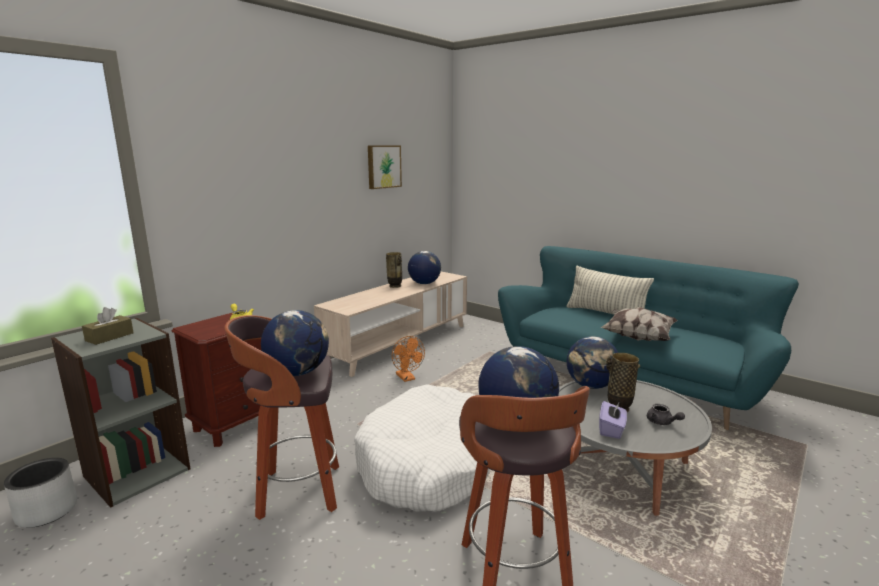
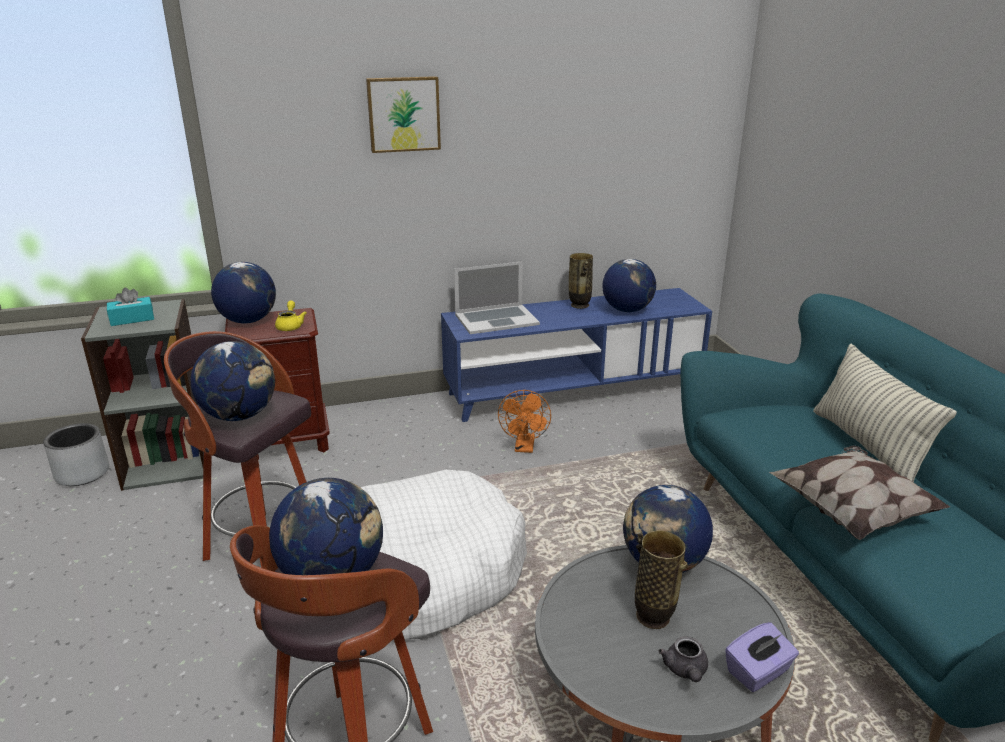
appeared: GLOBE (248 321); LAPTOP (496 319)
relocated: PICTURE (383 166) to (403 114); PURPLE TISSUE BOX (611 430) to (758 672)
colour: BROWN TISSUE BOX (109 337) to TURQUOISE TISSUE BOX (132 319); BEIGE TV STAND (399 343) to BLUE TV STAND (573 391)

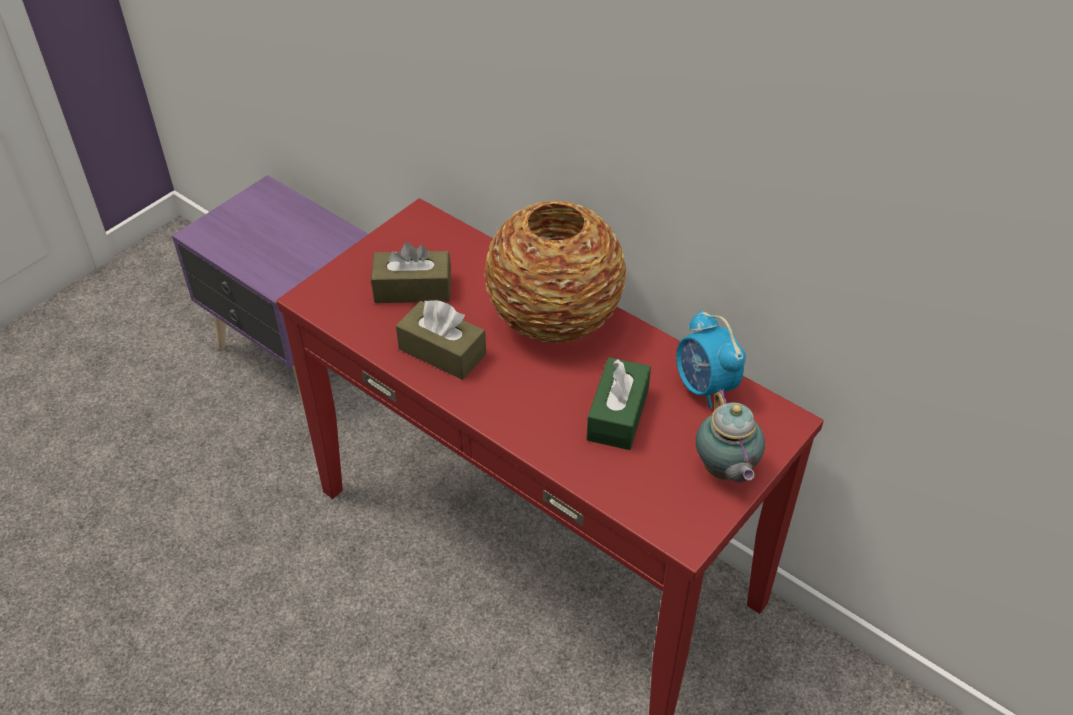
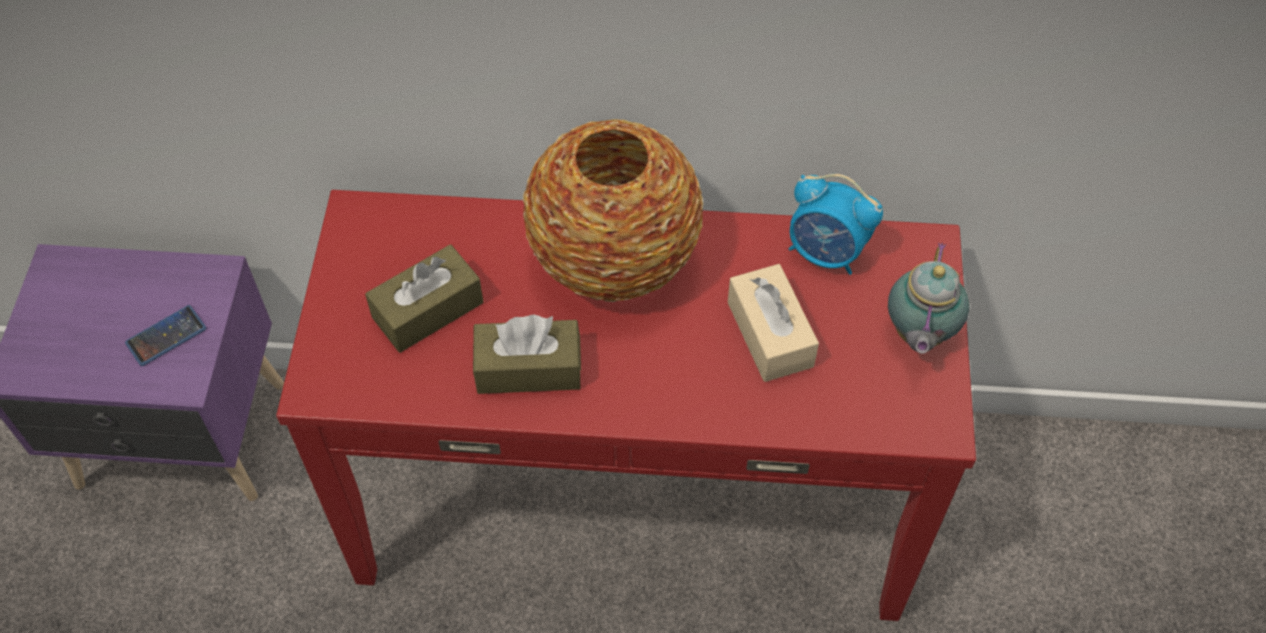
appeared: PHONE (166 336)
colour: GREEN TISSUE BOX (618 414) to BEIGE TISSUE BOX (770 334)
spun: TEAPOT (725 471) = (918 335) 60 degrees clockwise

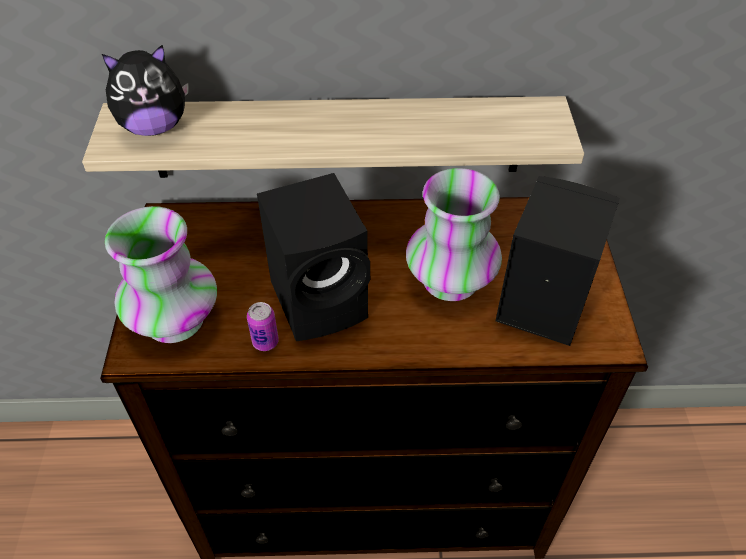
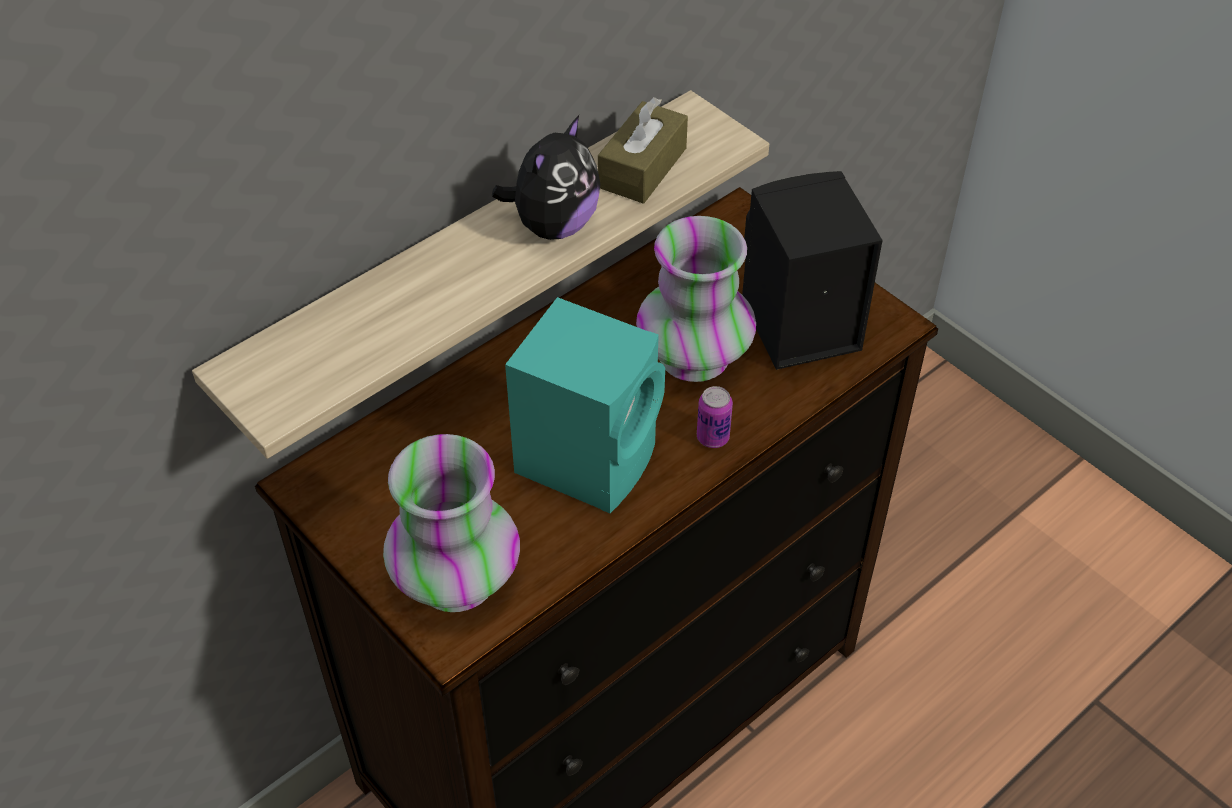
appeared: BROWN TISSUE BOX (642 168)
relocated: PLUSH TOY (154 127) to (553 225); CAN (265 342) to (712 437)
colour: BLACK SPEAKER (322 300) to TURQUOISE SPEAKER (589 456)

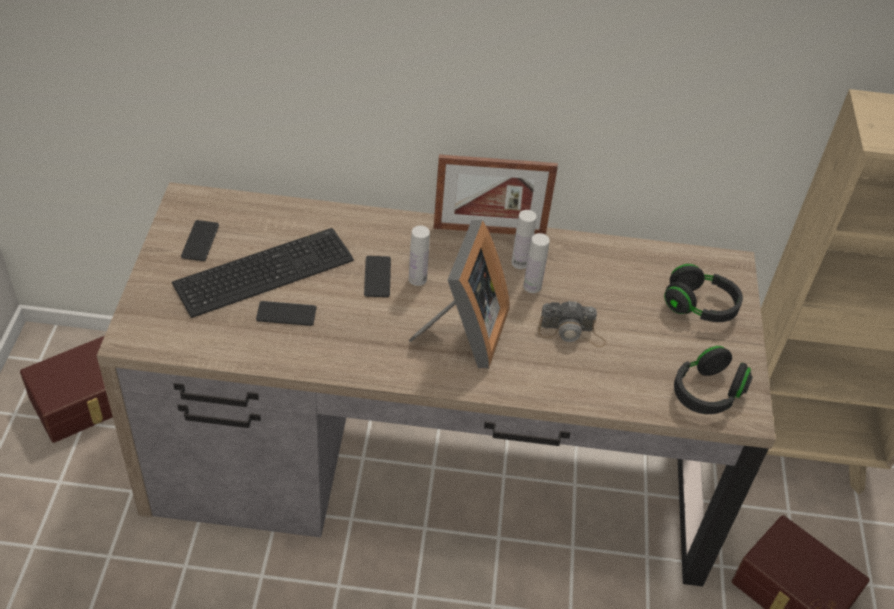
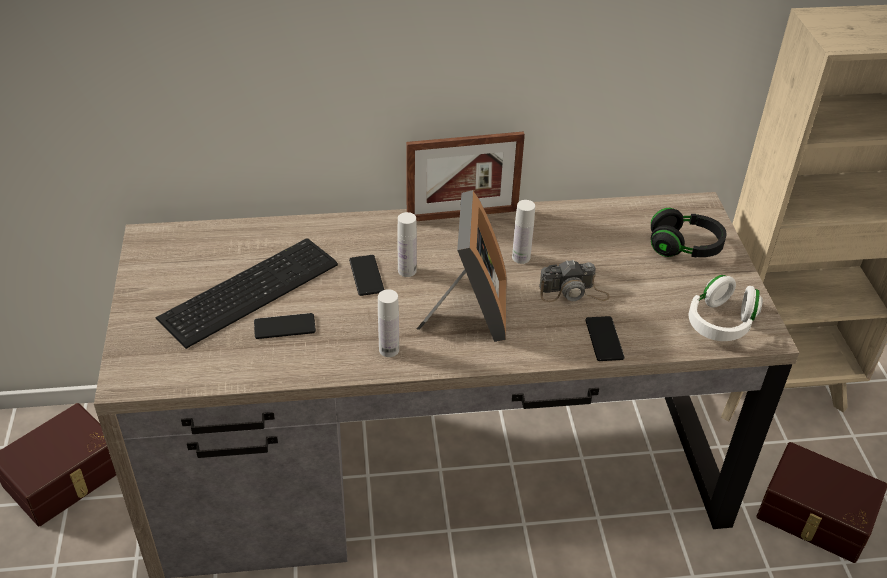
relocated: PHONE (200 241) to (604 339); WHITE BOTTLE (520 263) to (389 350)
colour: BLACK HEADPHONES (707 393) to WHITE HEADPHONES (720 323)

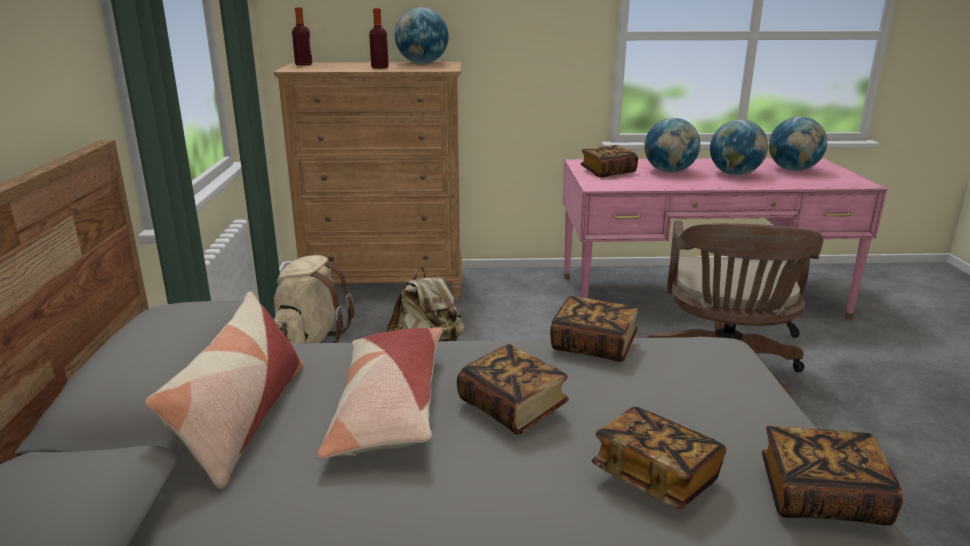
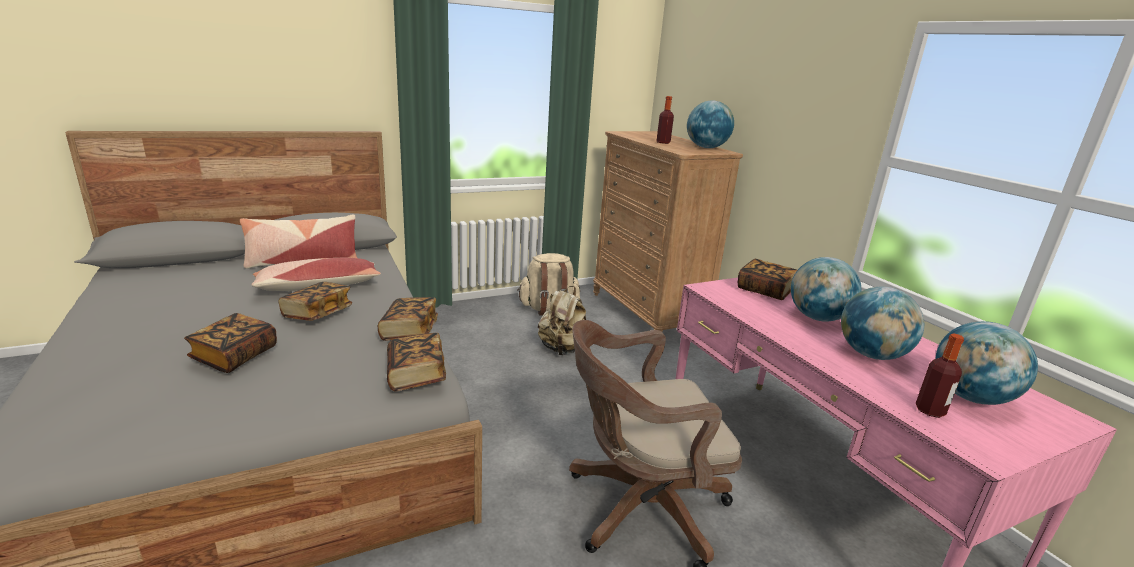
relocated: BOTTLE (303 64) to (930 411); BOOK (821 497) to (416 375)

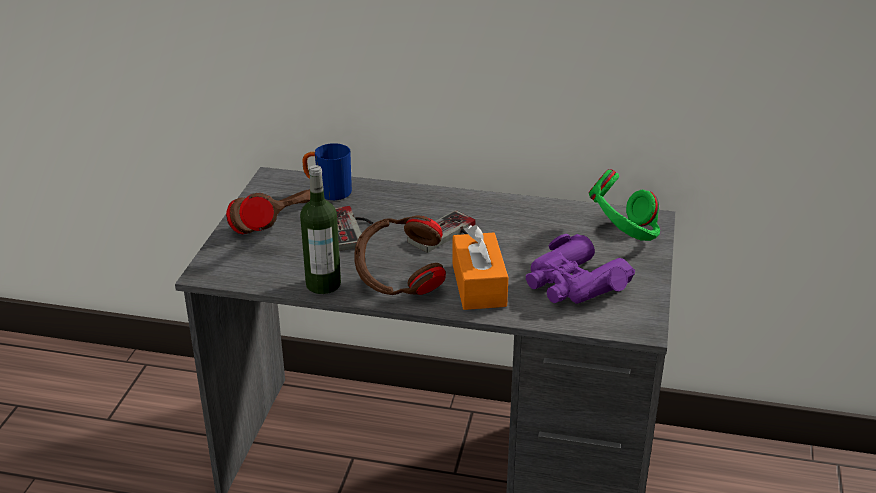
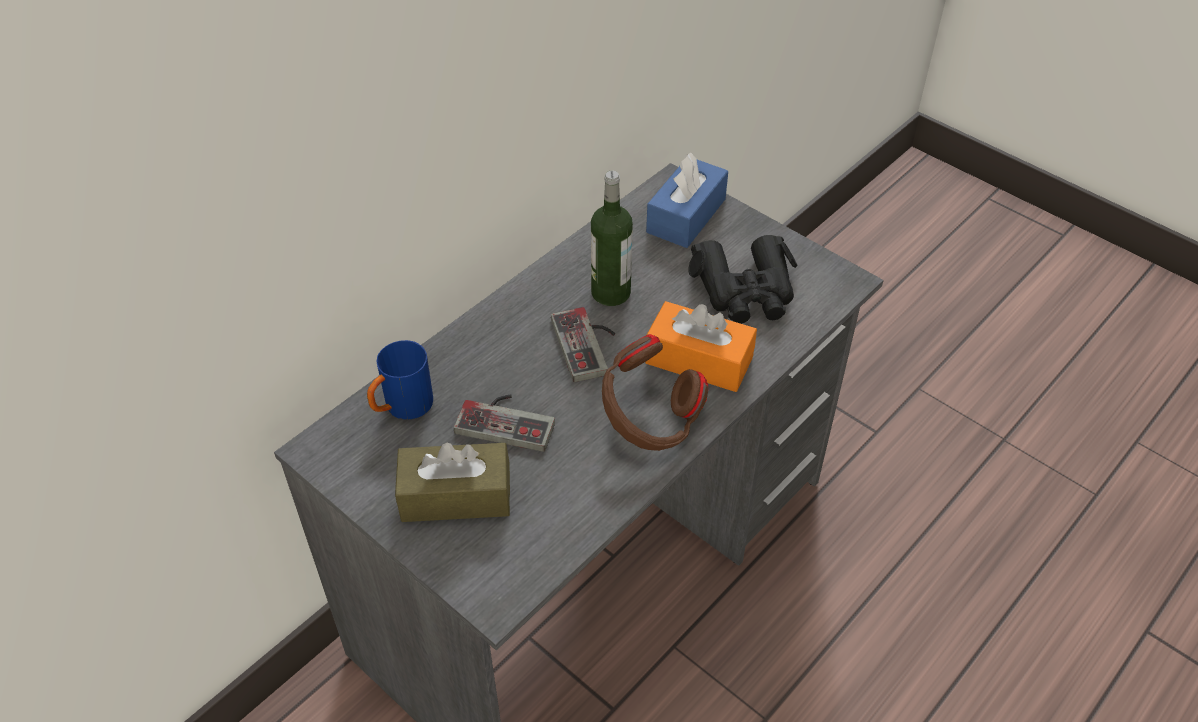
relocated: BOTTLE (323 284) to (610 292)
exchanged: BROWN HEADPHONES (275 232) to BROWN TISSUE BOX (456 496); GREEN HEADPHONES (623 235) to BLUE TISSUE BOX (686 216)
colour: PURPLE BINOCULARS (573 284) to BLACK BINOCULARS (745 291)

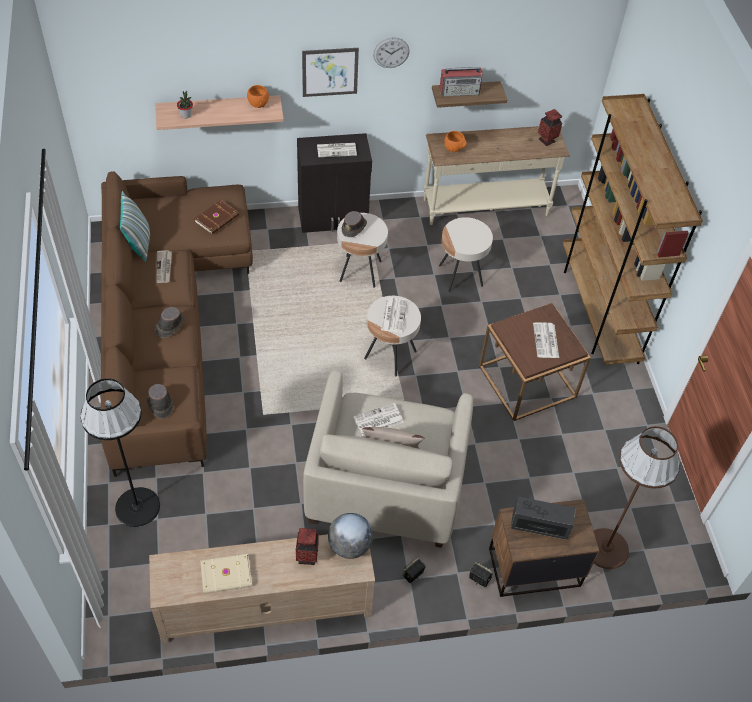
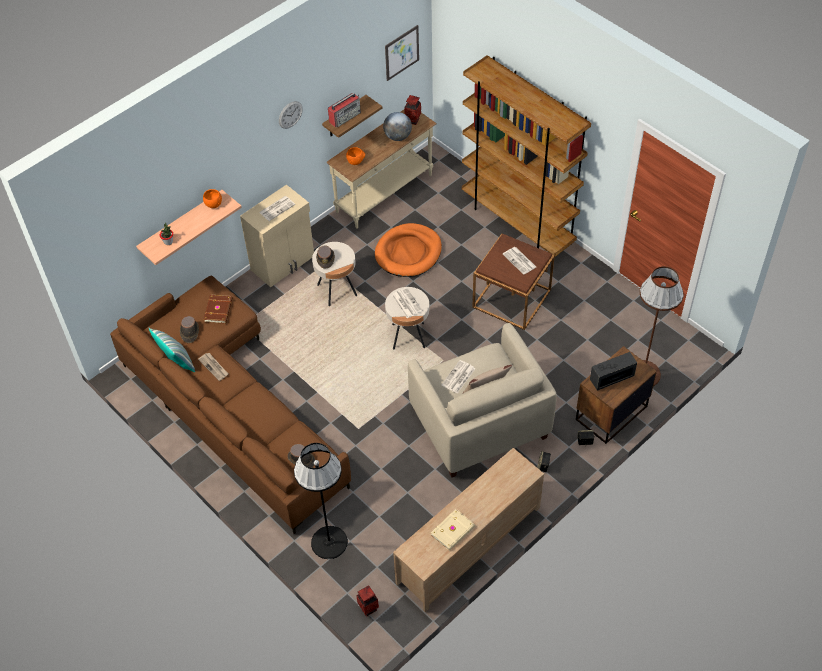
relocated: BROWN HAT (170 326) to (189 332); VASE (307 557) to (368 608); PICTURE (330 72) to (402 52); GLOBE (349 545) to (397 137)
exchanged: BEIGE SIDE TABLE (460 275) to ORANGE DOG BED (408 252)
colour: BLACK CABINET (333 218) to BEIGE CABINET (283 263)

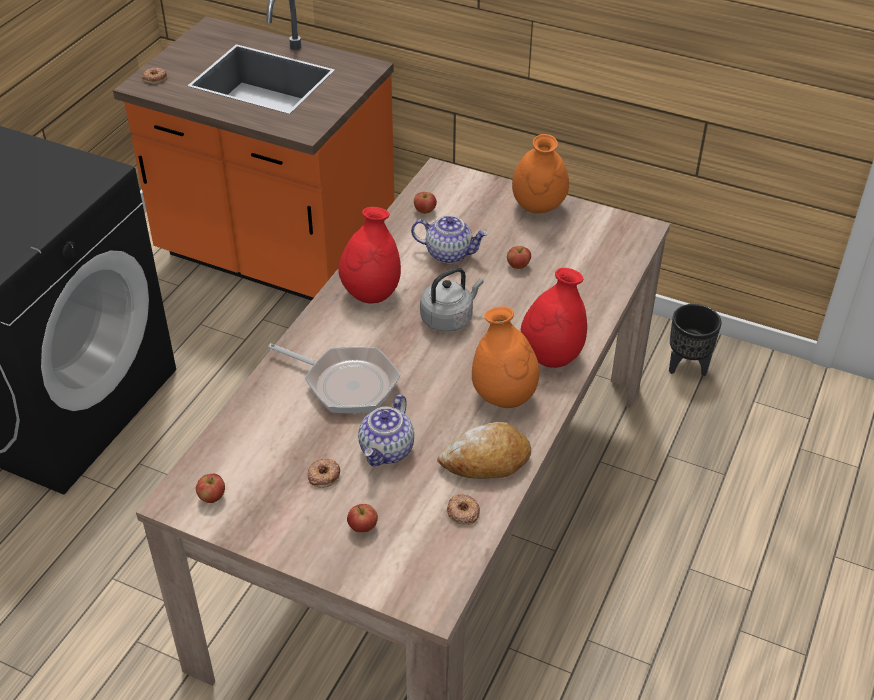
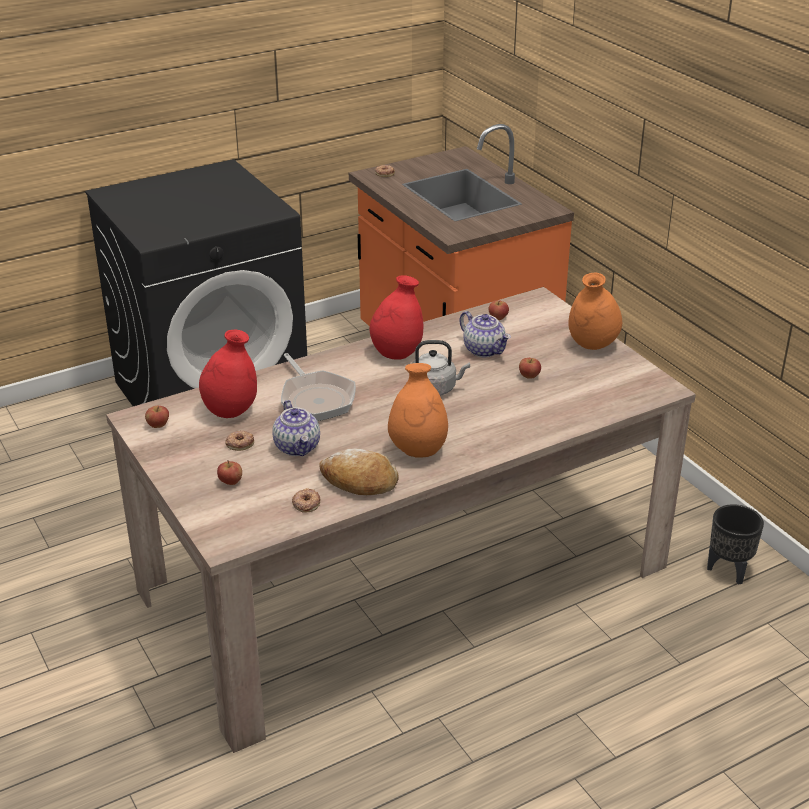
relocated: RED VASE (551 356) to (230 411)
spun: TEAPOT (387 450) = (298 447) 75 degrees counterclockwise

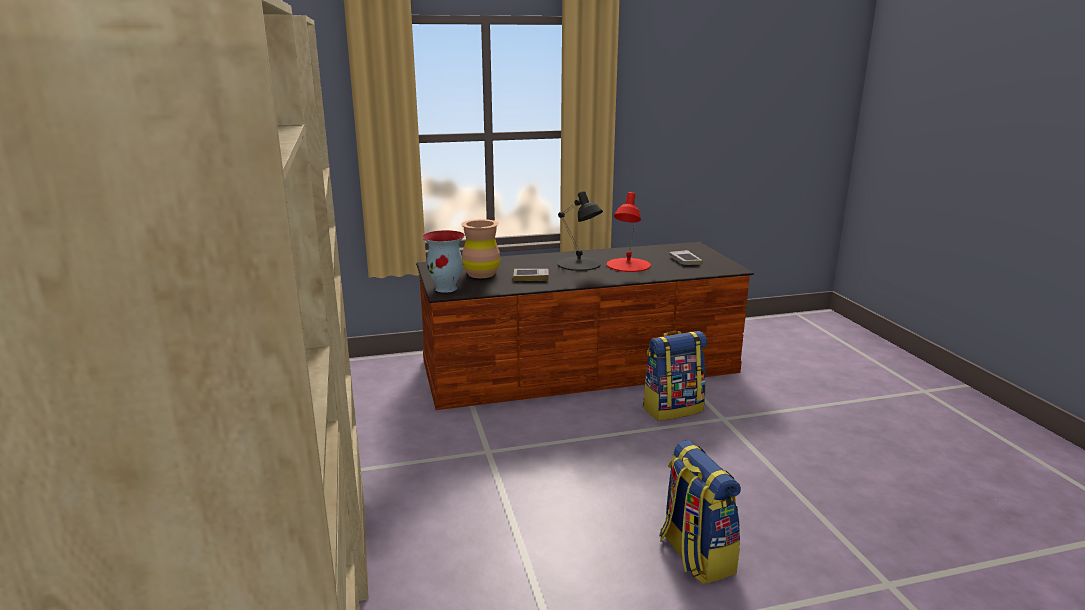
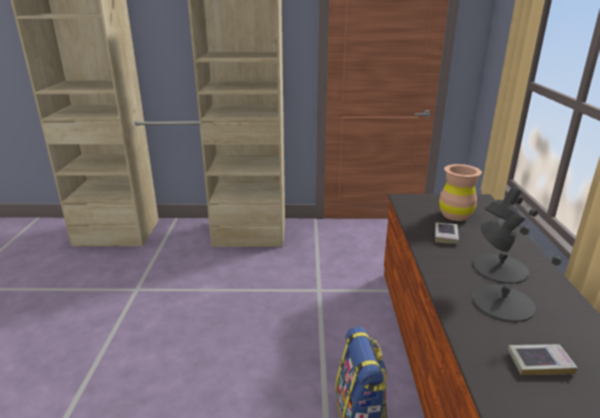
missing: VASE (446 288); BACKPACK (695 555)
colour: RED TABLE LAMP (627 265) to BLACK TABLE LAMP (502 302)

